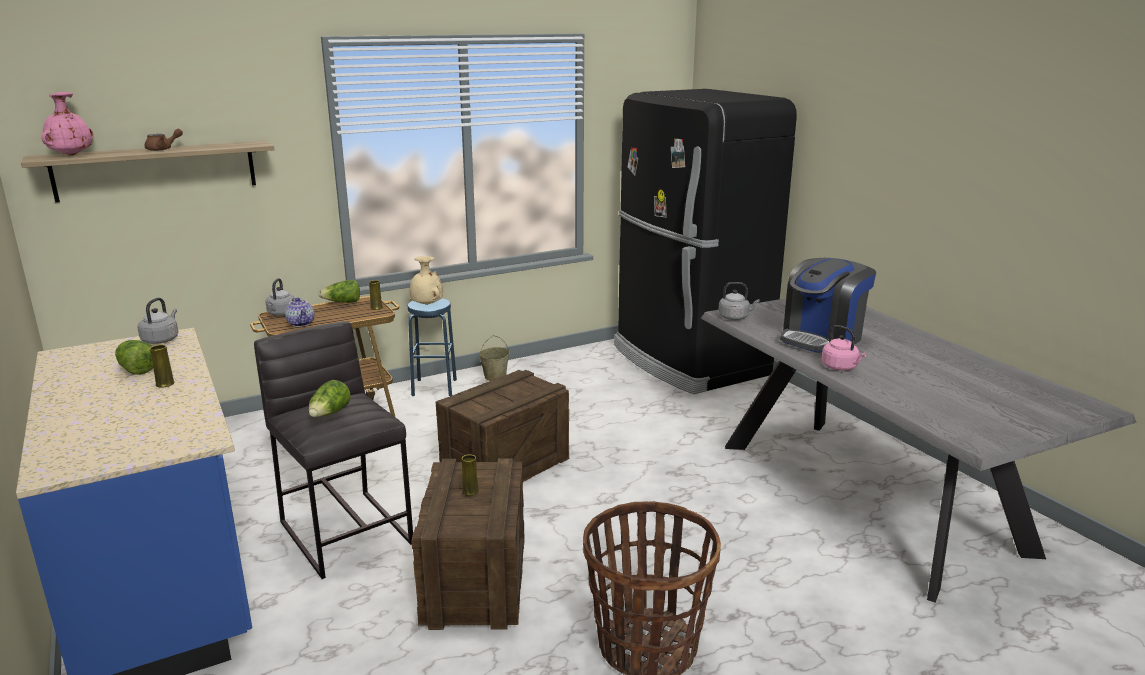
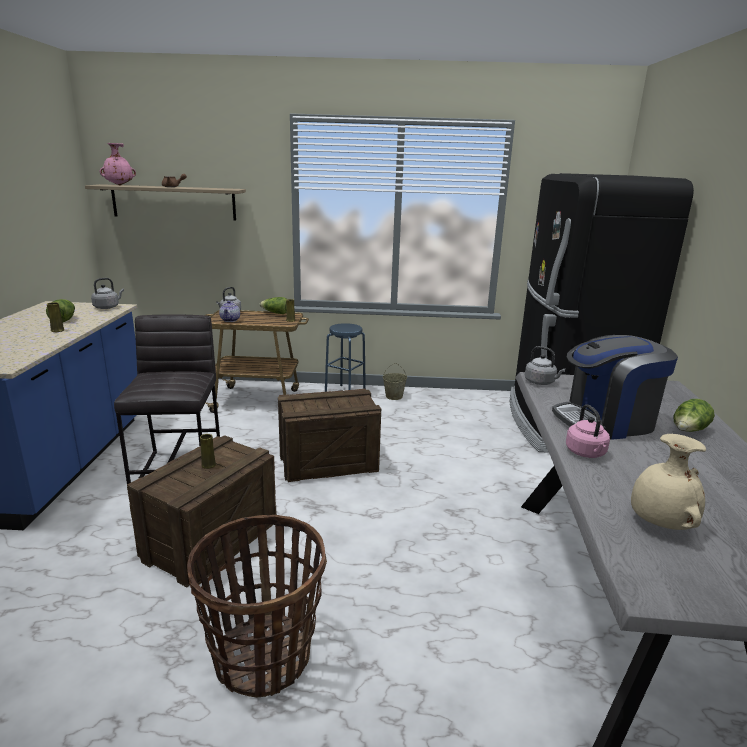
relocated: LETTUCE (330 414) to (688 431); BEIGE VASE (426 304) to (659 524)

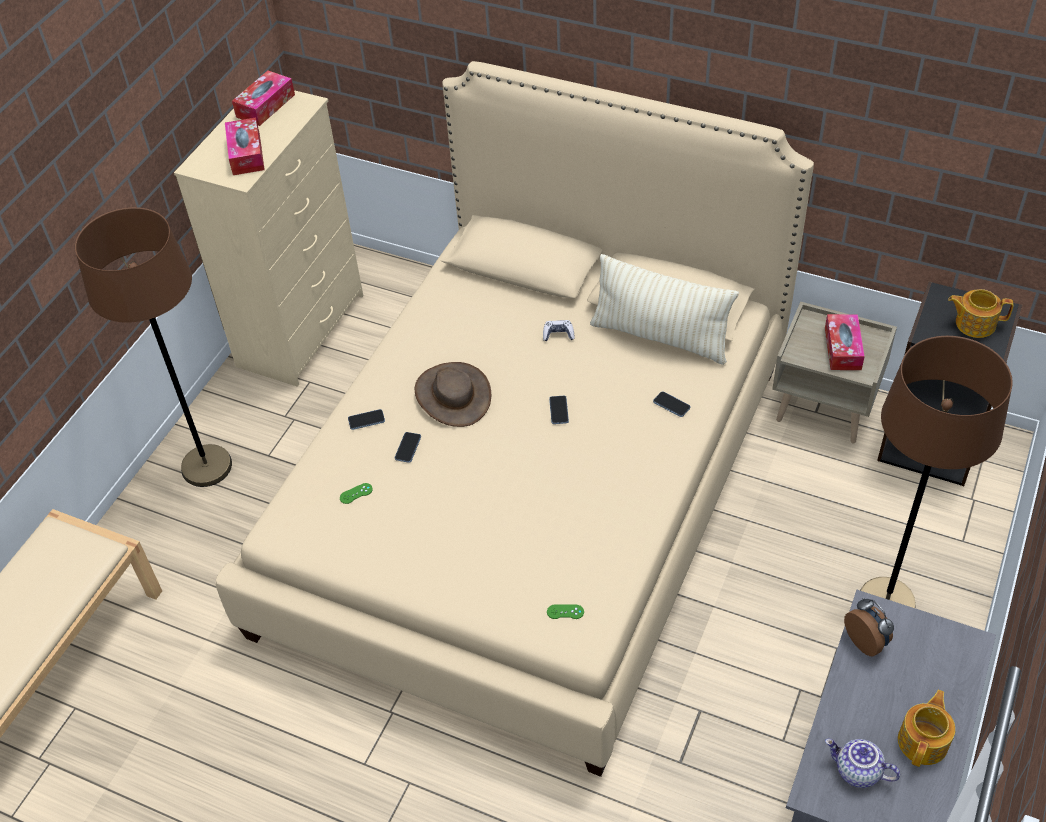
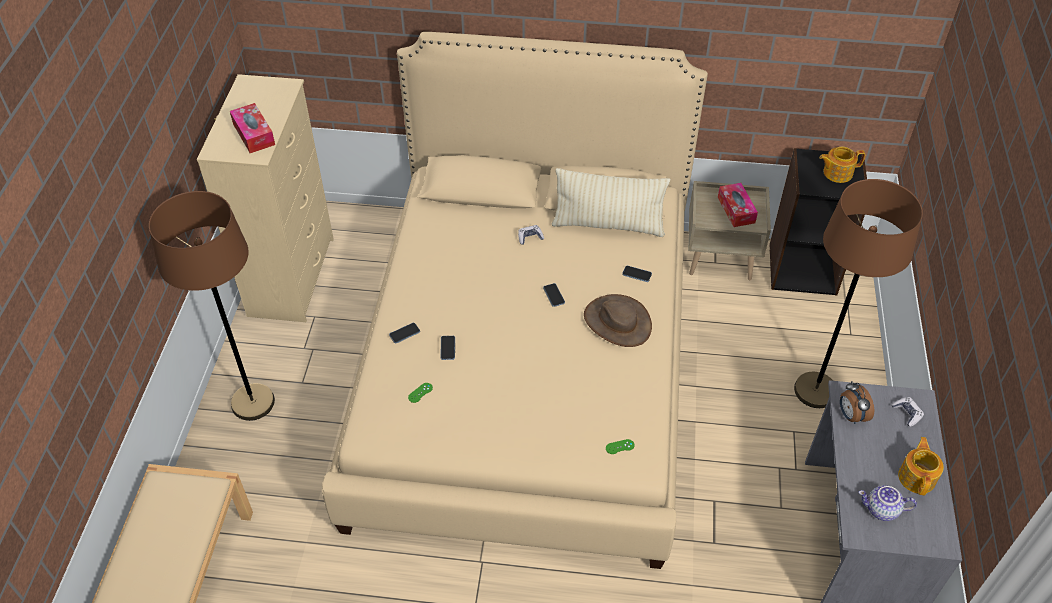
missing: TISSUE BOX (265 106)
appeared: GAME CONTROLLER (907 413)
relocated: BROWN HAT (453 395) to (617 322)
spun: ALARM CLOCK (866 641) = (850 415) 150 degrees counterclockwise

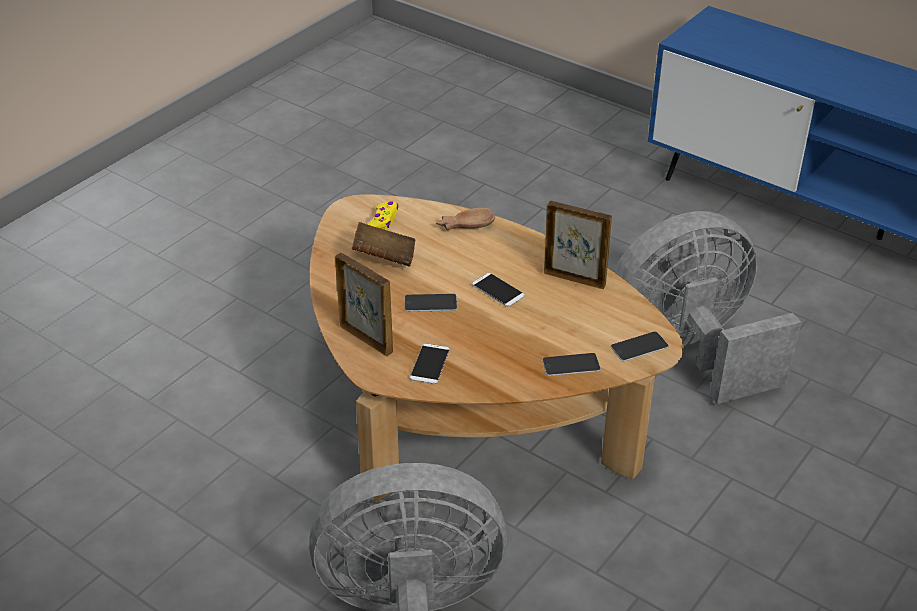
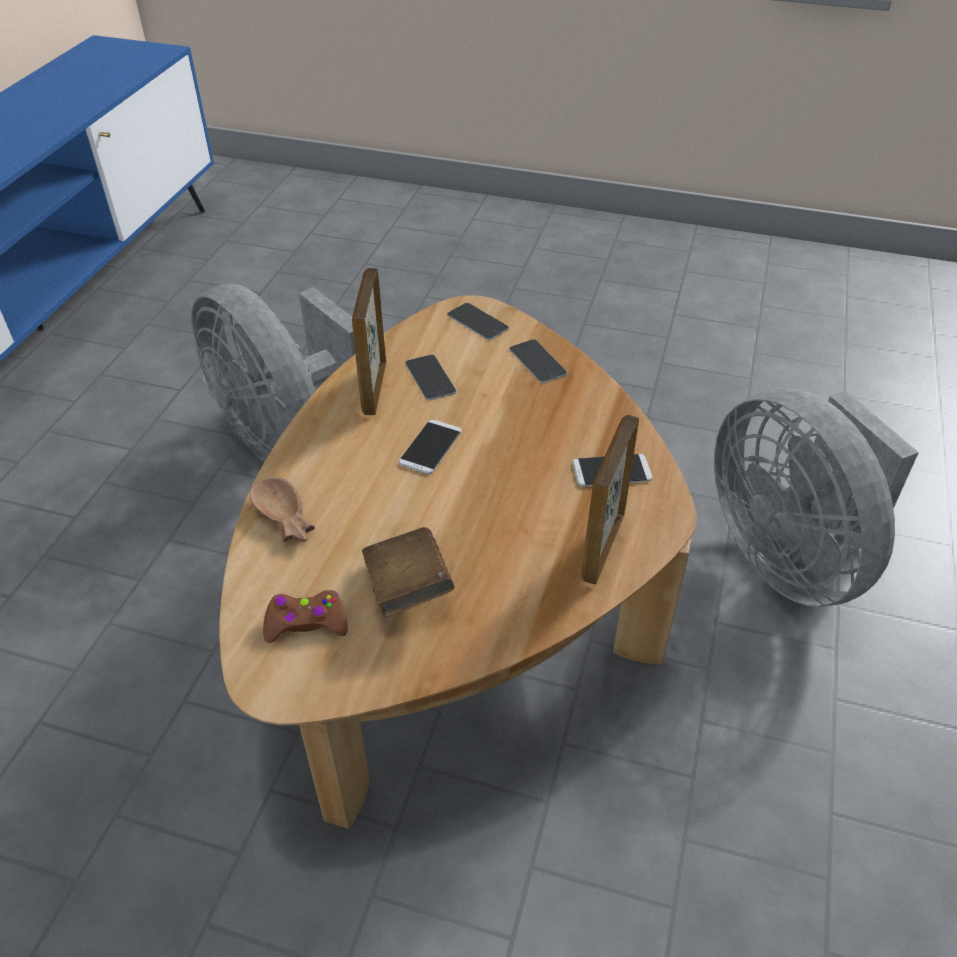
relocated: PHONE (430 303) to (430 377)
colour: YELLOW GAME CONTROLLER (382 221) to BROWN GAME CONTROLLER (306 623)

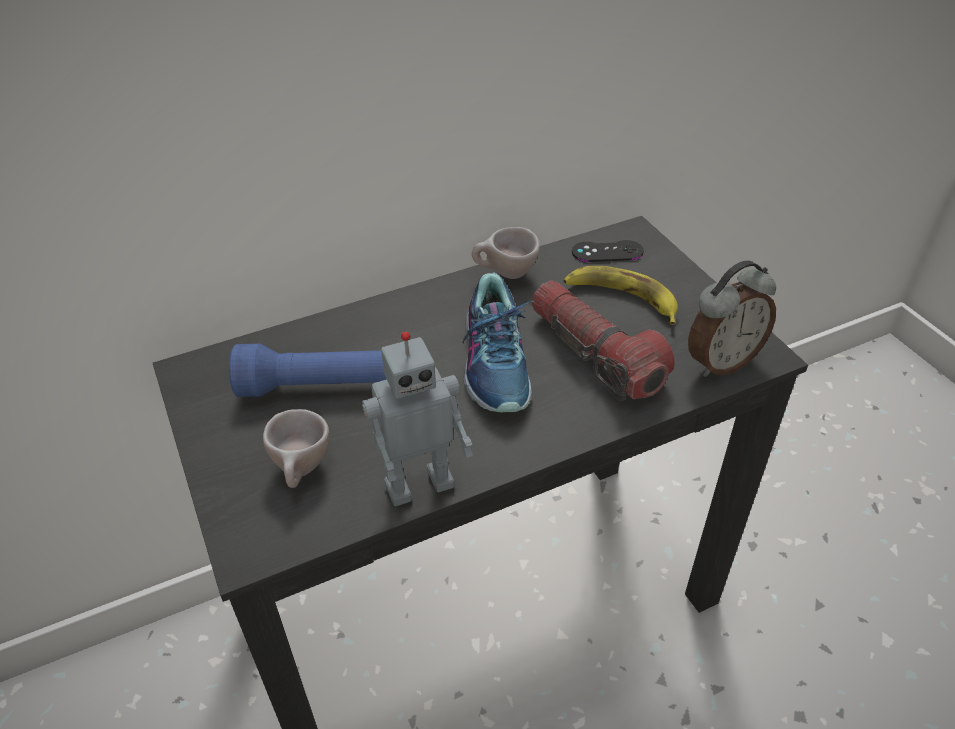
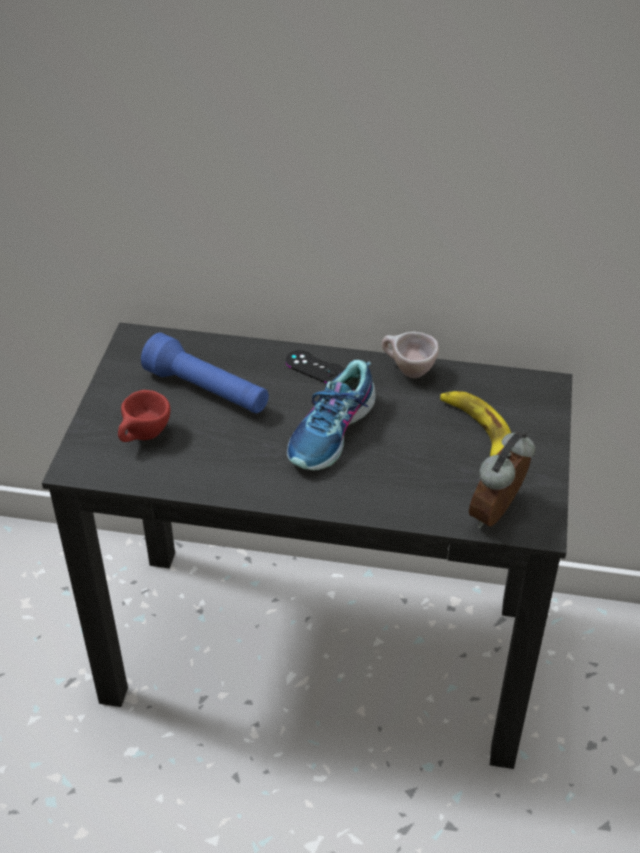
missing: TOY ROBOT (418 483); FLASHLIGHT (595 354)
relocated: BLACK GAME CONTROLLER (607 252) to (315 367)
colour: BEIGE CUP (302 472) to RED CUP (144 438)
spun: ALARM CLOCK (721 361) = (498 514) 120 degrees clockwise

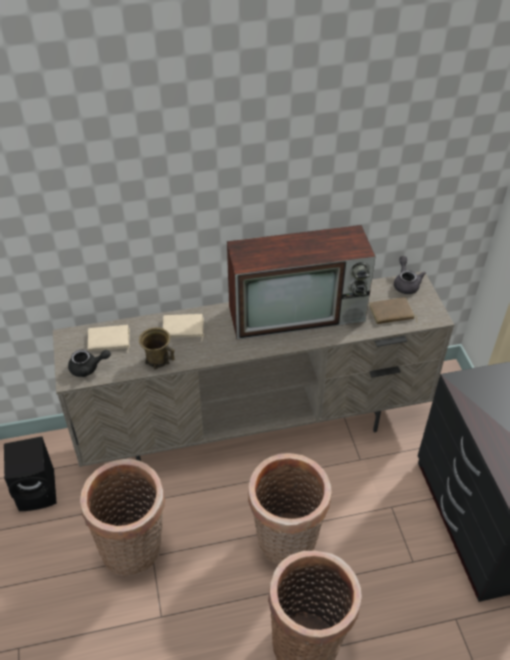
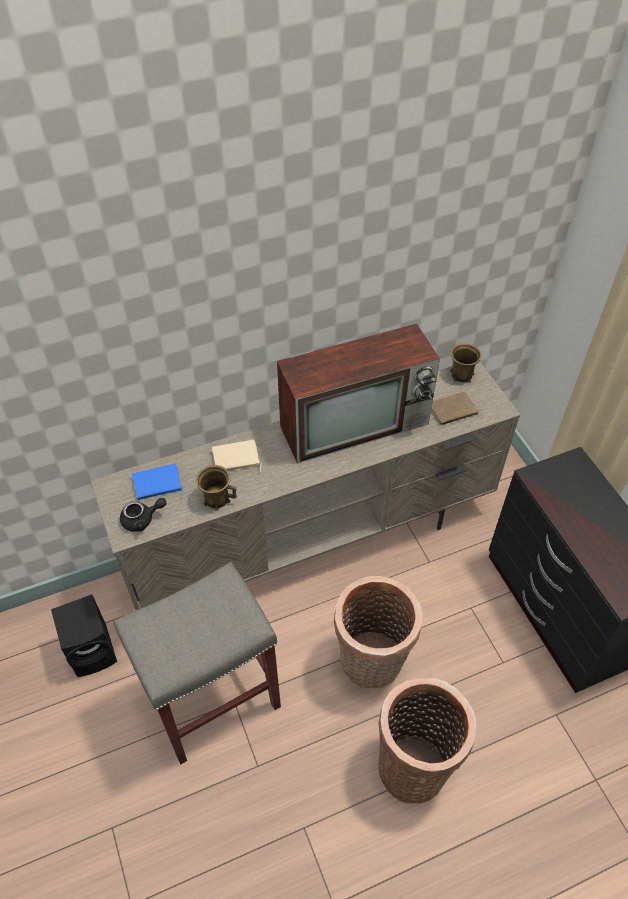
exchanged: BASKET (135 549) to GREY STOOL (214 697); GREY TEAPOT (406 283) to BROWN MUG (461 375)
colour: BEIGE BOOK (109 341) to BLUE BOOK (157 485)

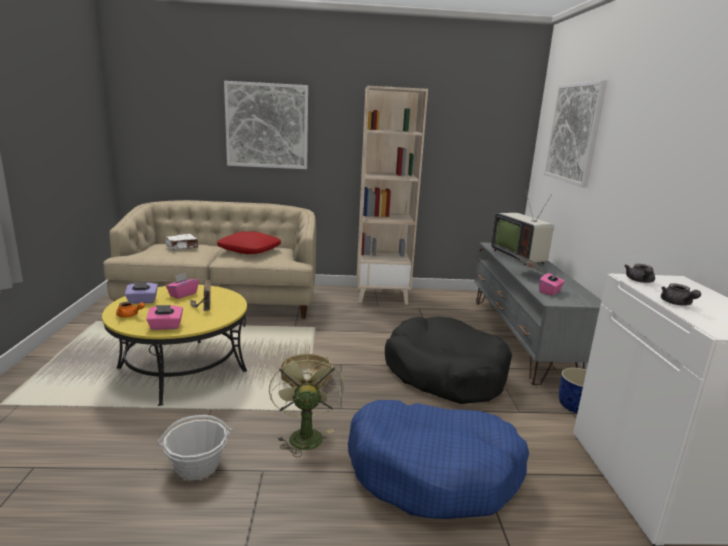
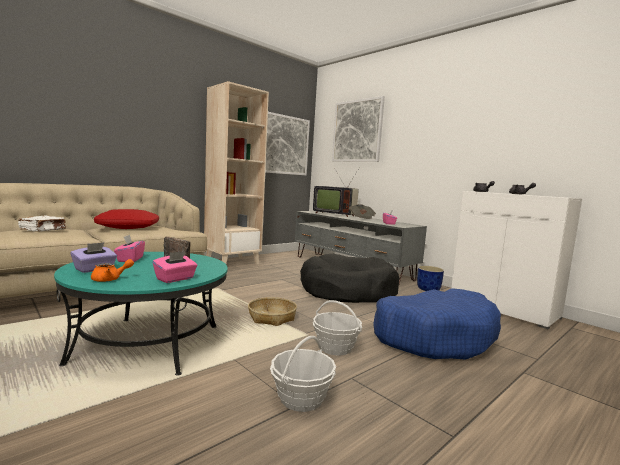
relocated: PICTURE (267 126) to (285 145)
exchanged: GREEN FAN (304 434) to BASKET (335 347)
colour: YELLOW COFFEE TABLE (182 370) to TURQUOISE COFFEE TABLE (148 344)

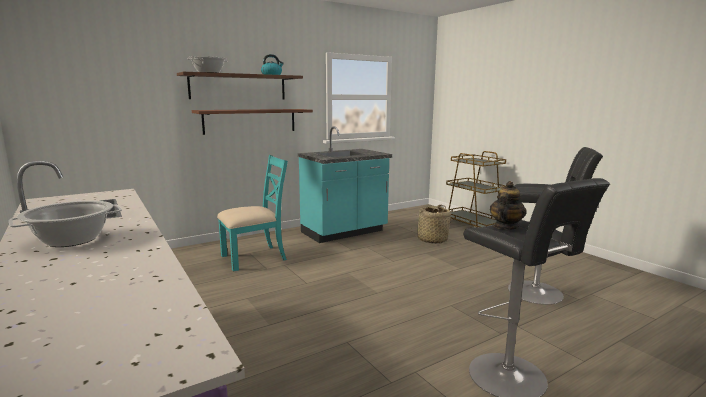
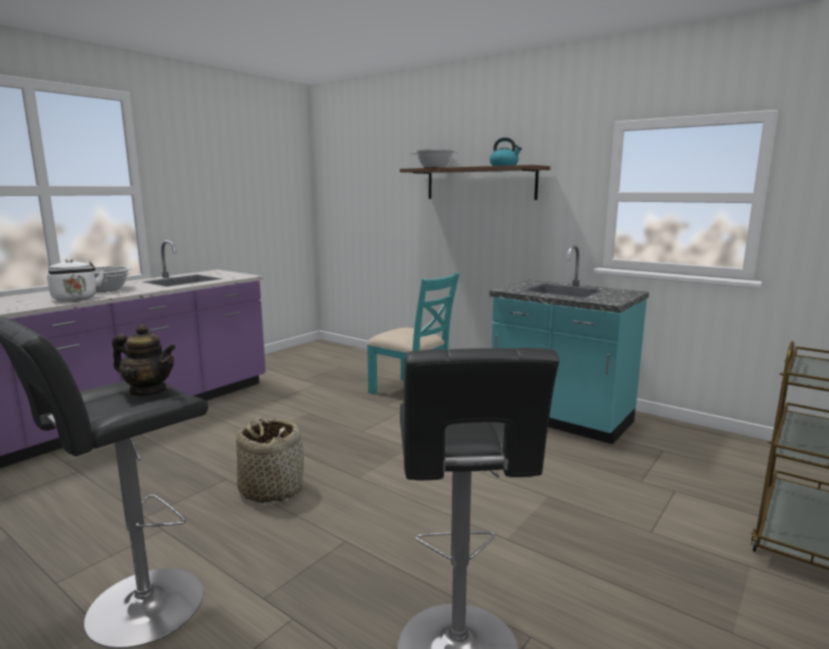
missing: BROWN SHELF (250 121)
appeared: WHITE KETTLE (75 299)
relocated: BASKET (432 240) to (271 489)

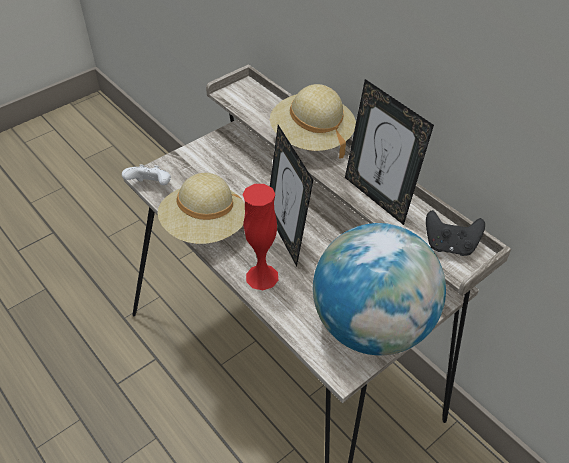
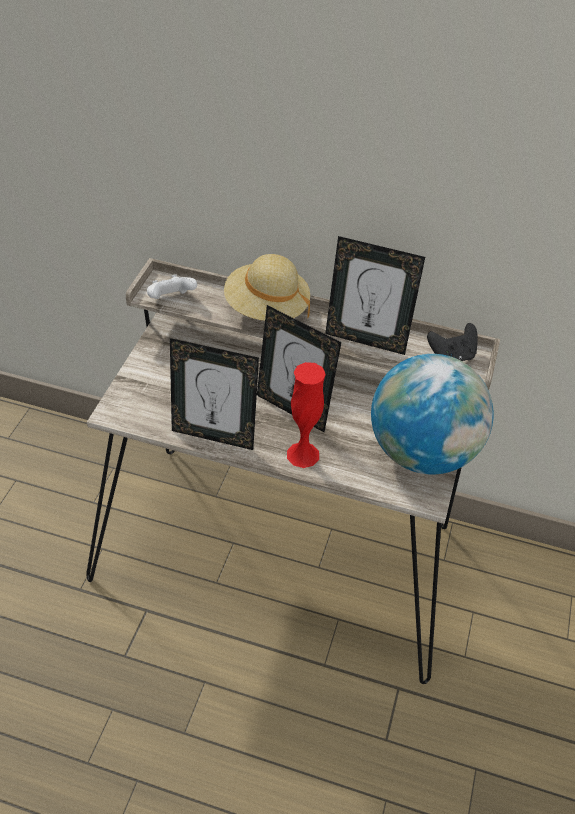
relocated: WHITE GAME CONTROLLER (151 186) to (171 299)
exchanged: BEIGE HAT (205 227) to PICTURE FRAME (214 435)

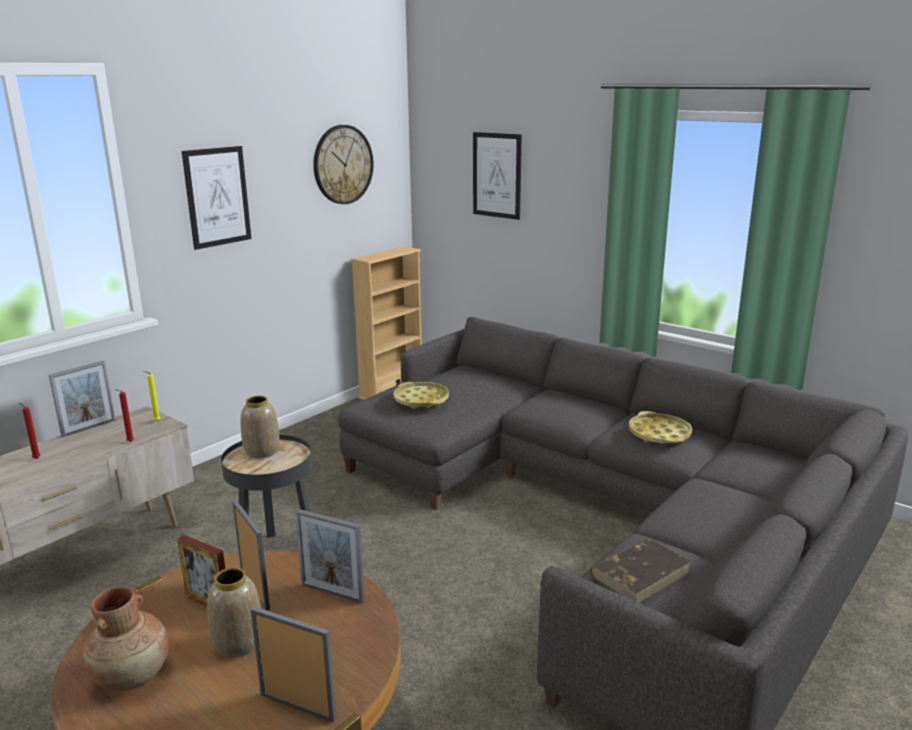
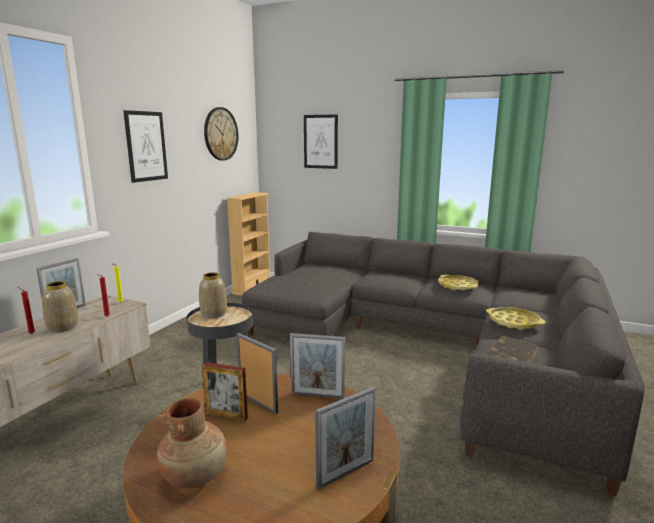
relocated: VASE (237 644) to (62 327); YELLOW TRAY (421 400) to (514 322)
spun: PICTURE FRAME (297 706) = (346 473) 135 degrees clockwise

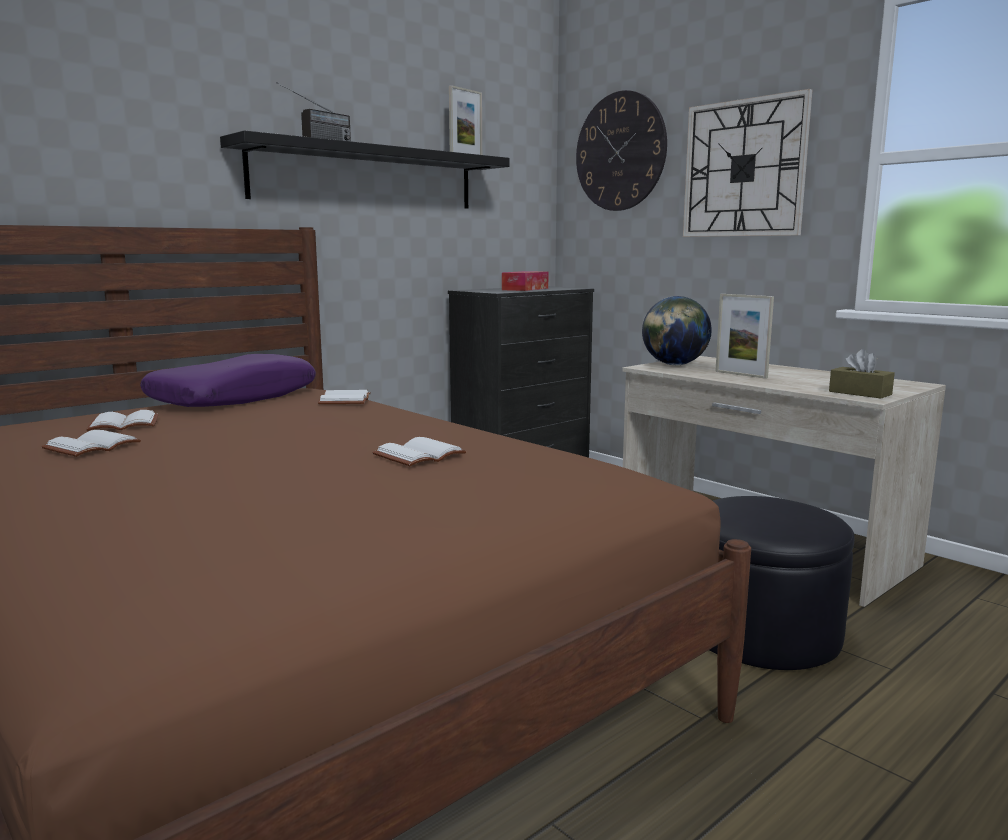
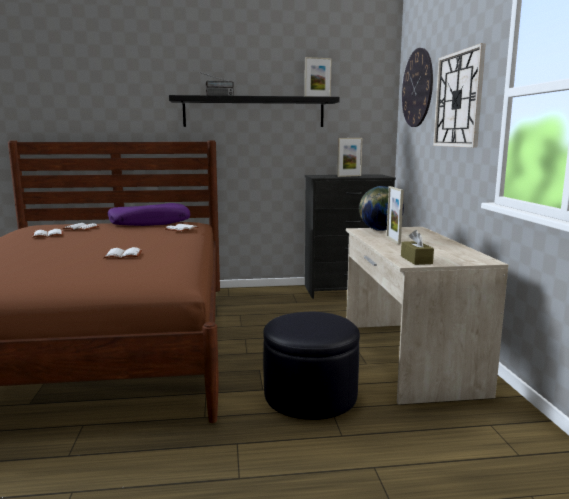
exchanged: TISSUE BOX (525 289) to PICTURE FRAME (349 176)

